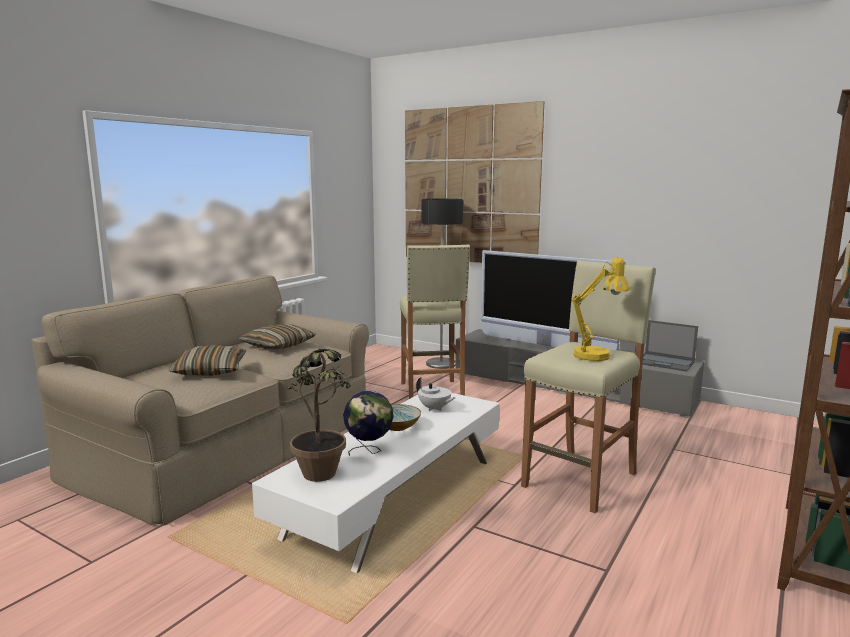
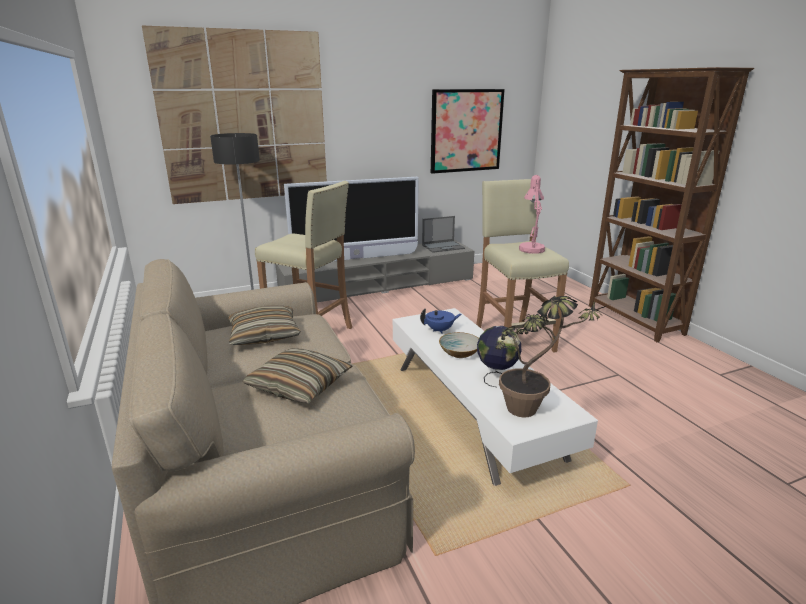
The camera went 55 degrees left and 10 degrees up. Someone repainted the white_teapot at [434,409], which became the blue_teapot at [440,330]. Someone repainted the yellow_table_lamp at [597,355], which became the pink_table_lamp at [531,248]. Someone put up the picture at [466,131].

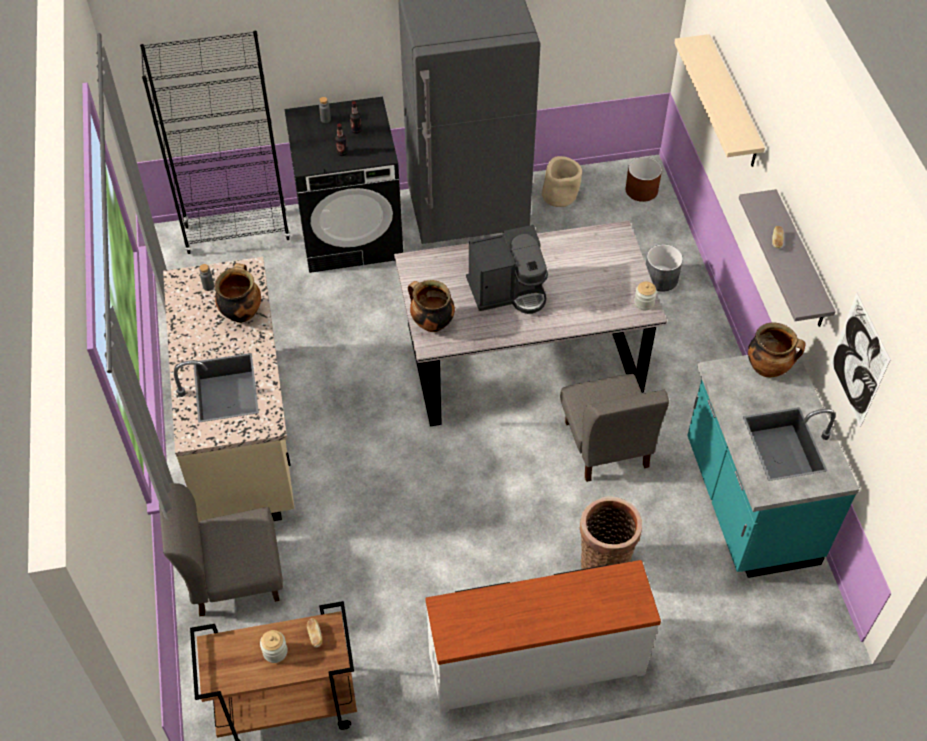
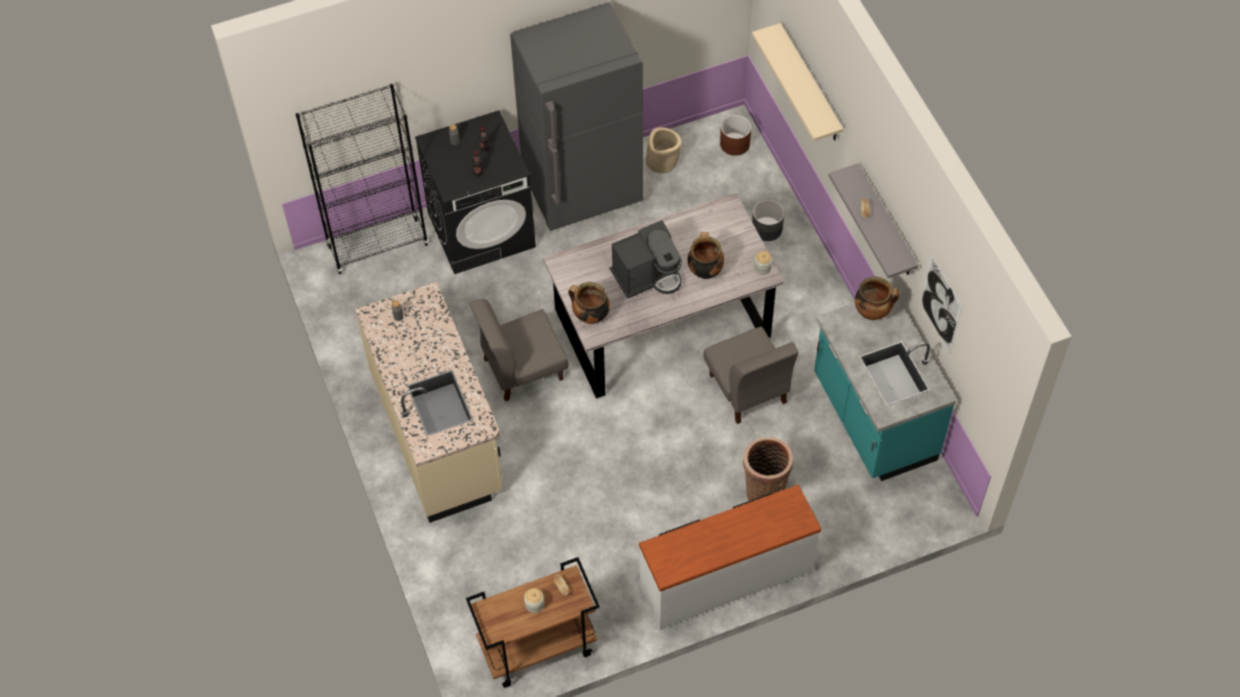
The camera went 10 degrees left and 5 degrees up. Someone carried the grey_chair from [233,577] to [522,368]. Someone carried the cooking_pot from [241,313] to [704,270].

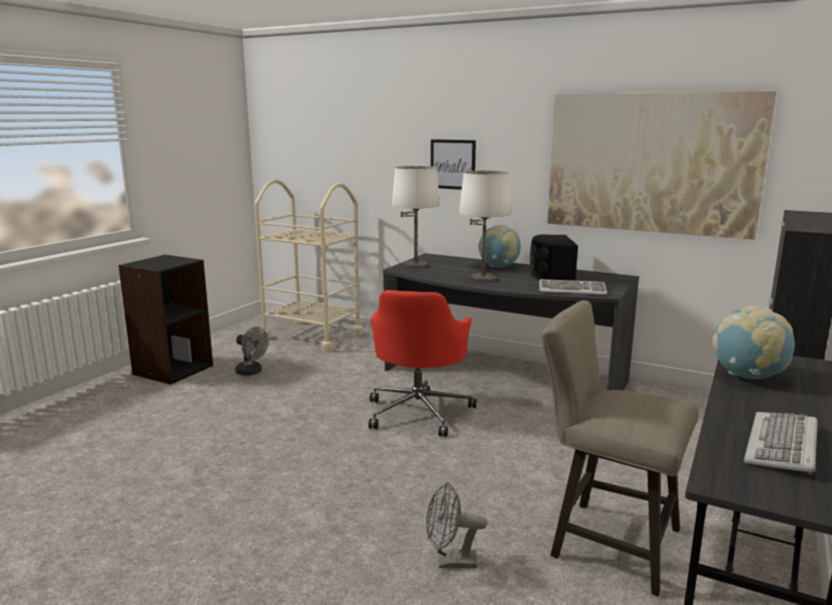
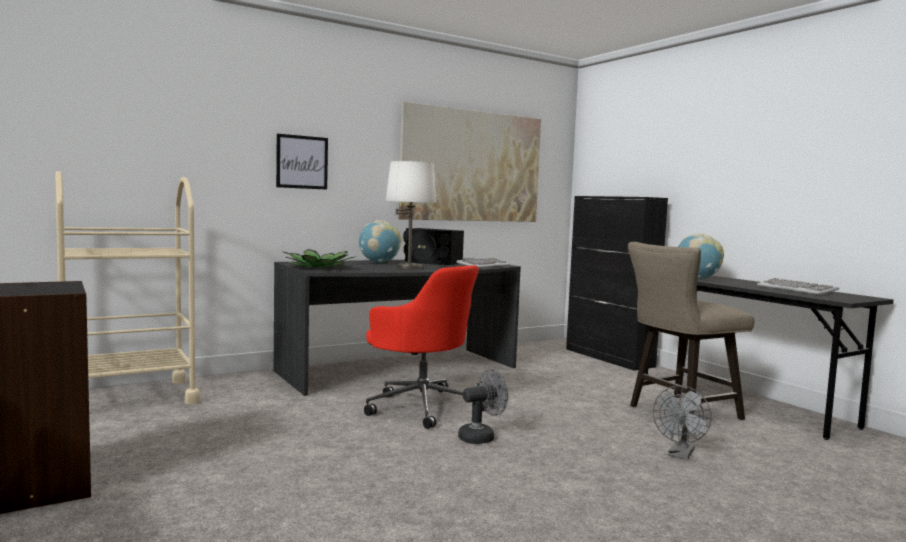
The camera went 60 degrees left and 10 degrees down. Someone carried the grey_fan from [252,372] to [481,437]. Someone swapped the white_table_lamp at [415,266] for the potted_plant at [318,267].

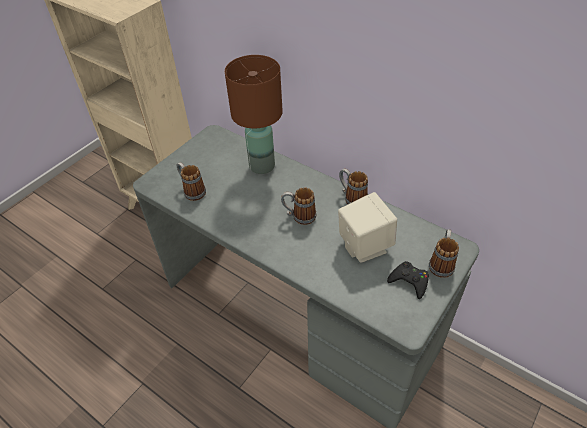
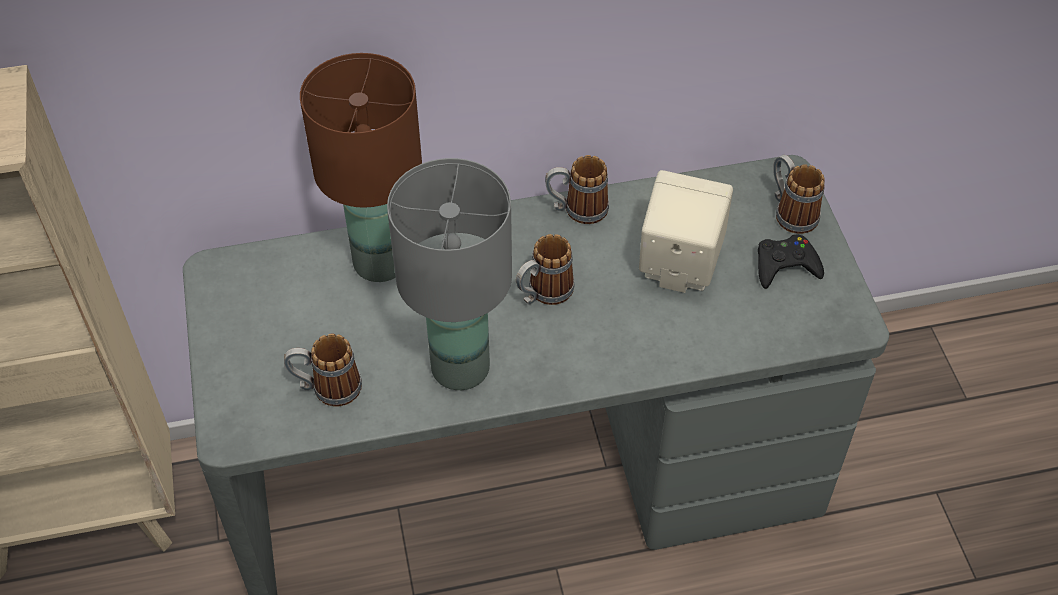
The camera went 50 degrees left and 5 degrees up. Someone put down the grey_table_lamp at [459,366].

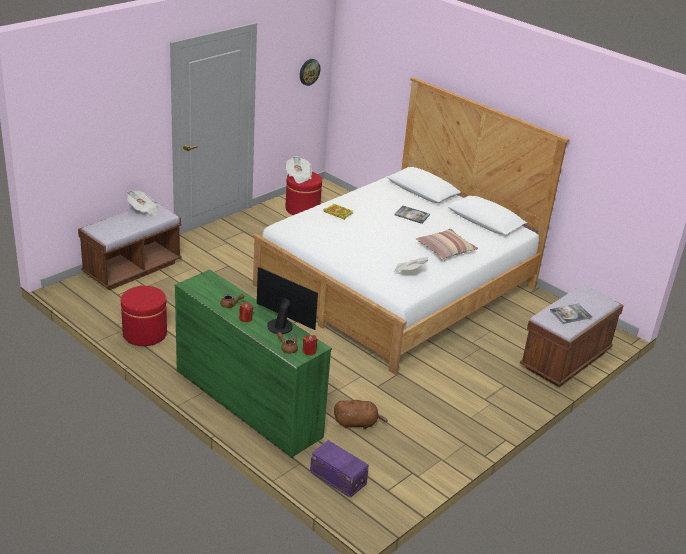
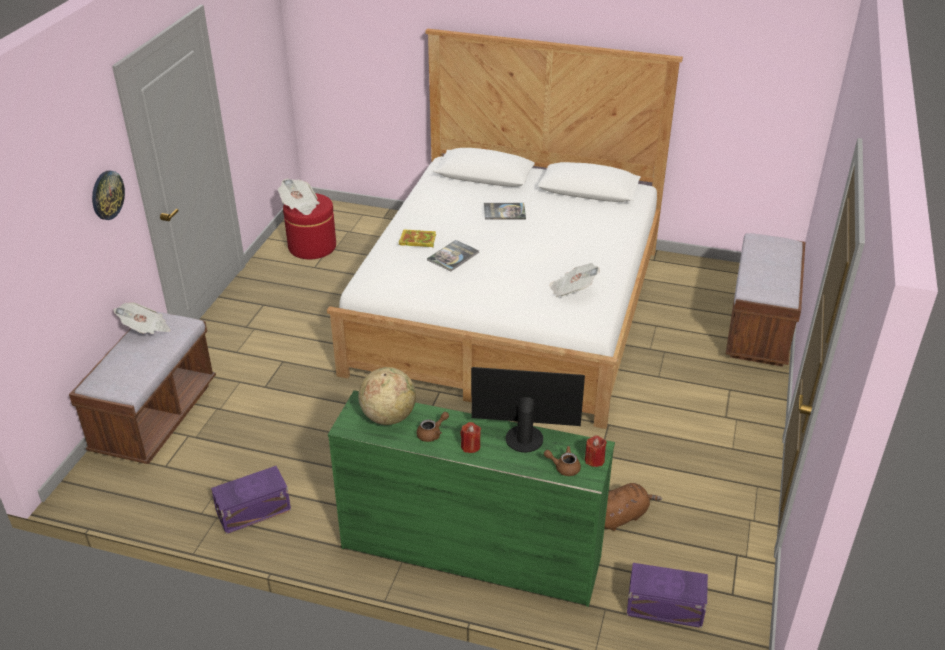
The camera went 25 degrees left and 5 degrees up. Someone swapped the red_ottoman at [145,334] for the purple_storage_box at [252,510]. Someone carried the wall_clock from [309,71] to [107,195]. Someone took away the pillow at [445,249]. Someone carried the book from [570,314] to [453,256]. Someone put down the globe at [388,417].

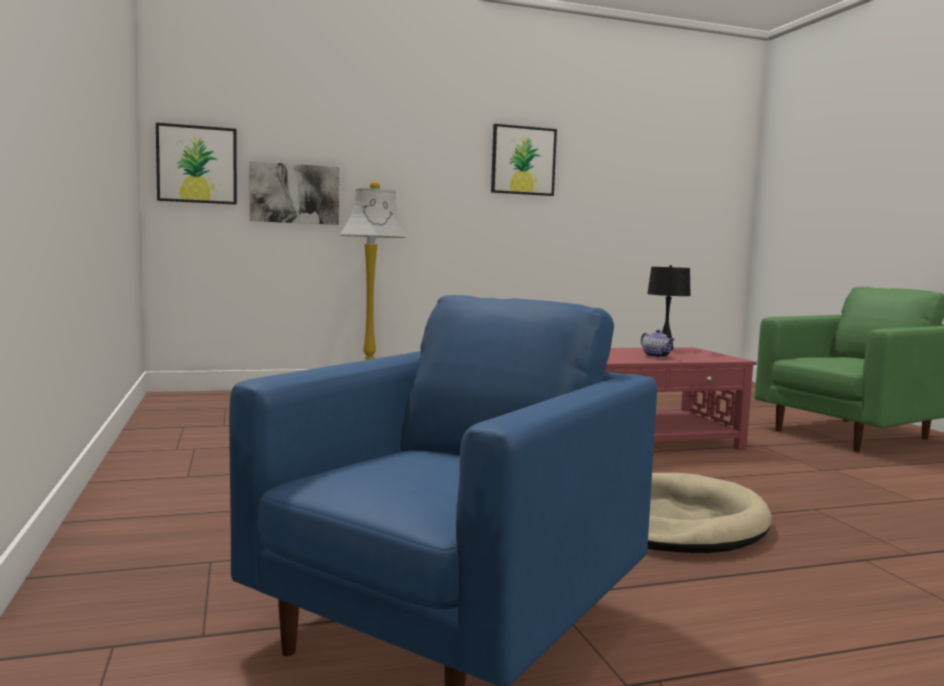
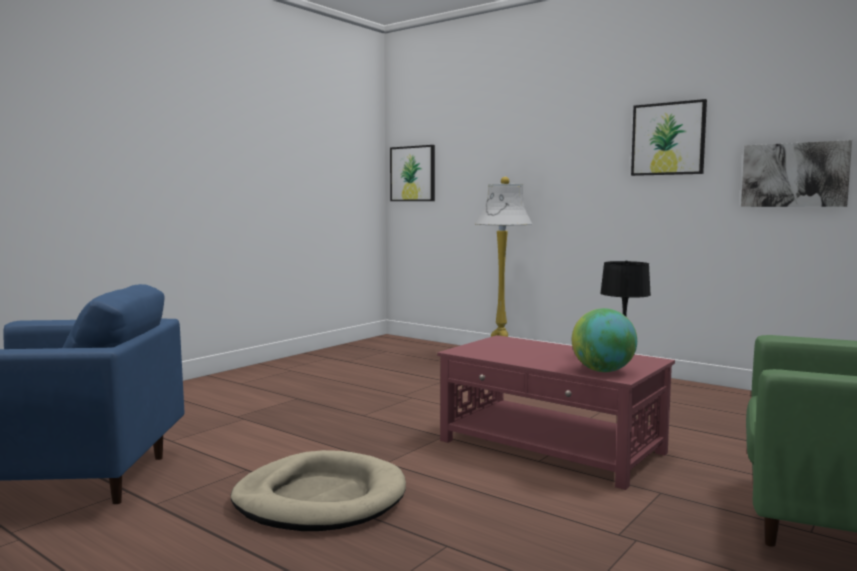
The camera went 55 degrees right and 0 degrees up. Someone carried the picture from [294,193] to [794,175]. Someone took away the teapot at [657,356]. Someone put down the globe at [602,371].

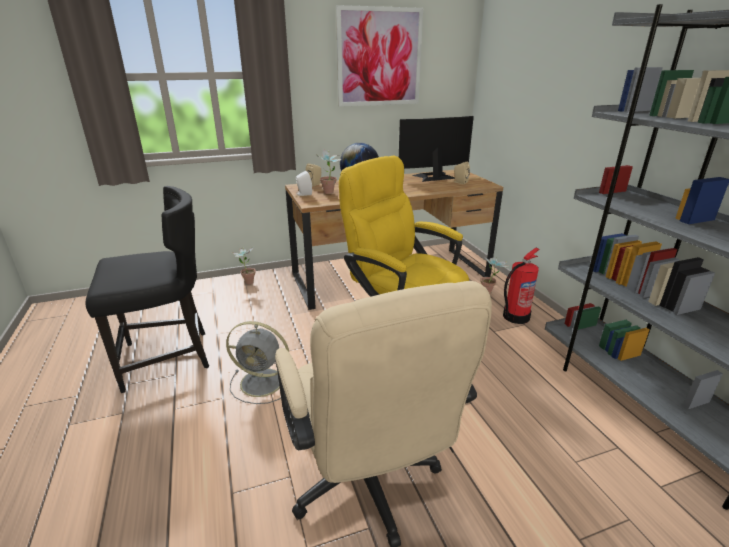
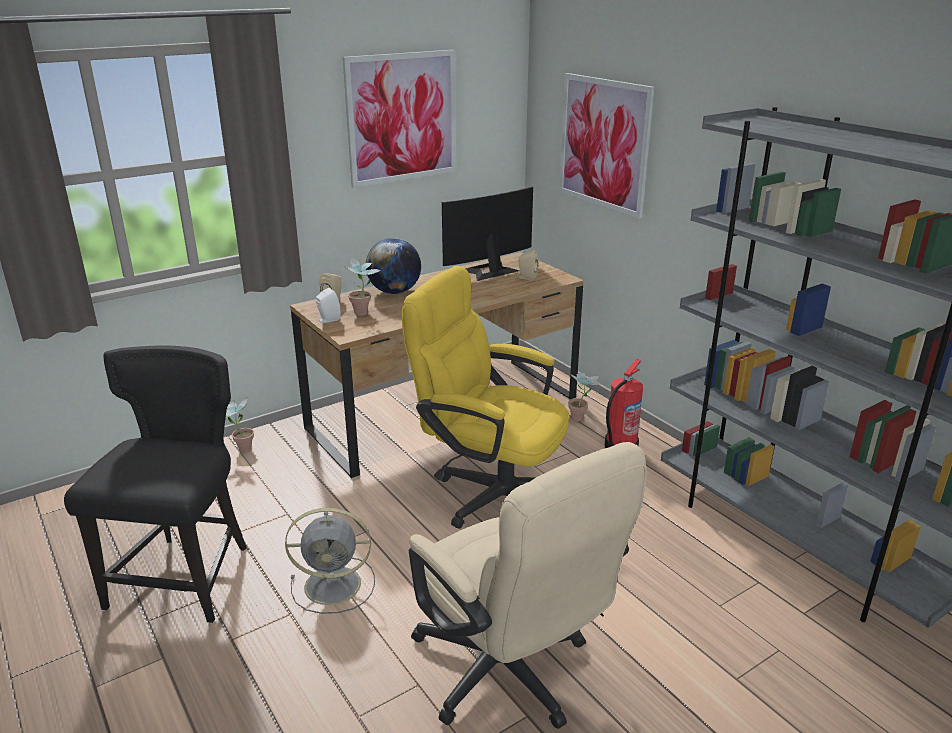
The camera went 15 degrees left and 0 degrees up. Someone rotated the black_chair at [168,358] by 45 degrees counterclockwise. Someone put up the picture at [603,143].

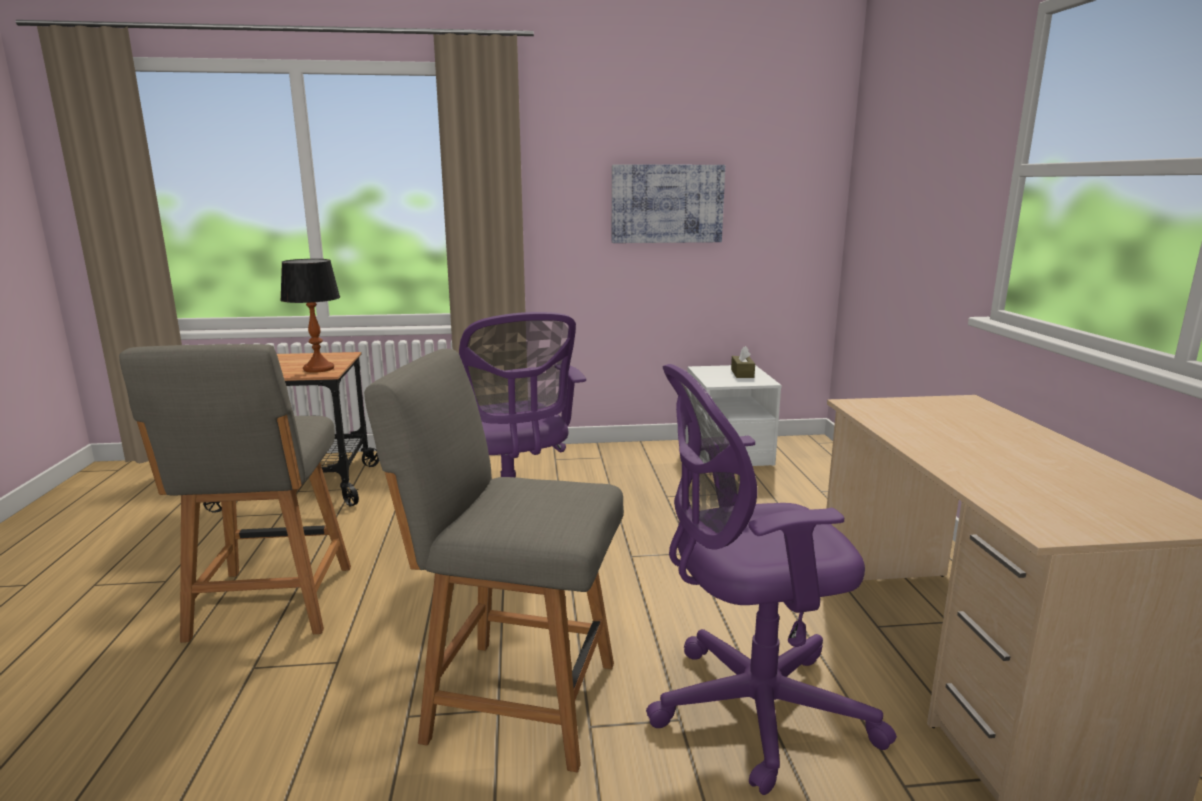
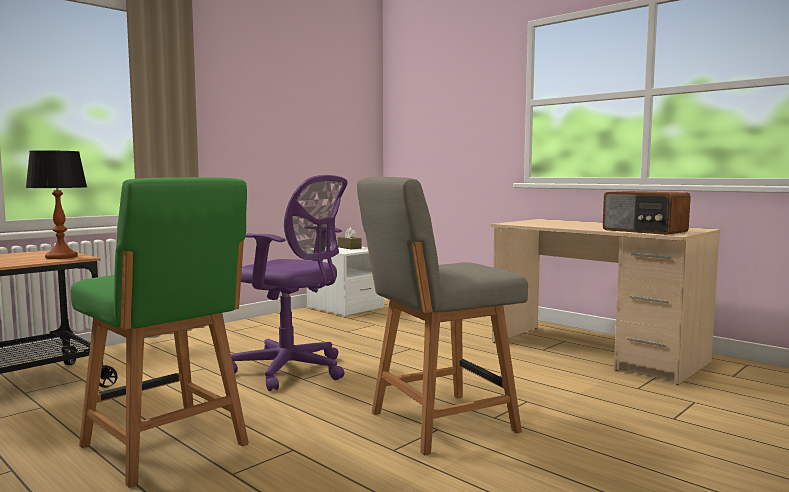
The camera went 40 degrees left and 10 degrees down. Someone repainted the grey_chair at [270,605], which became the green_chair at [167,447]. Someone took away the picture at [667,204]. Someone took away the purple_office_chair at [750,710]. Someone put down the radio at [644,231].

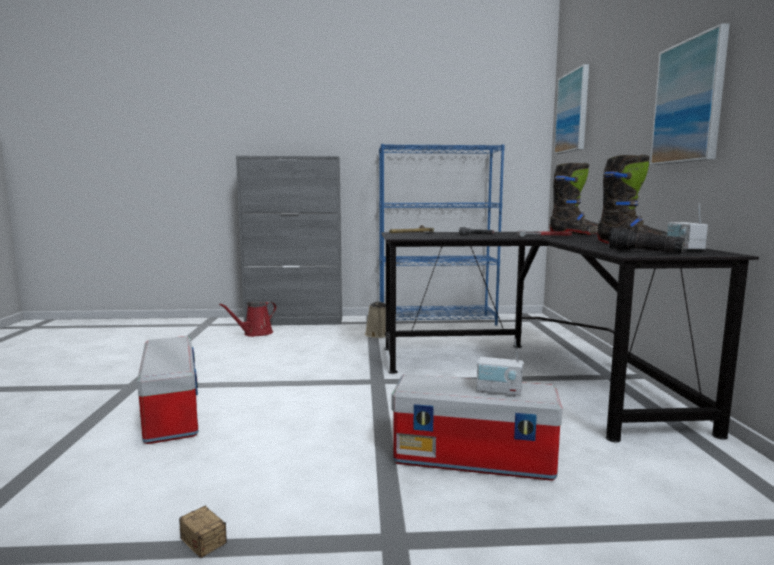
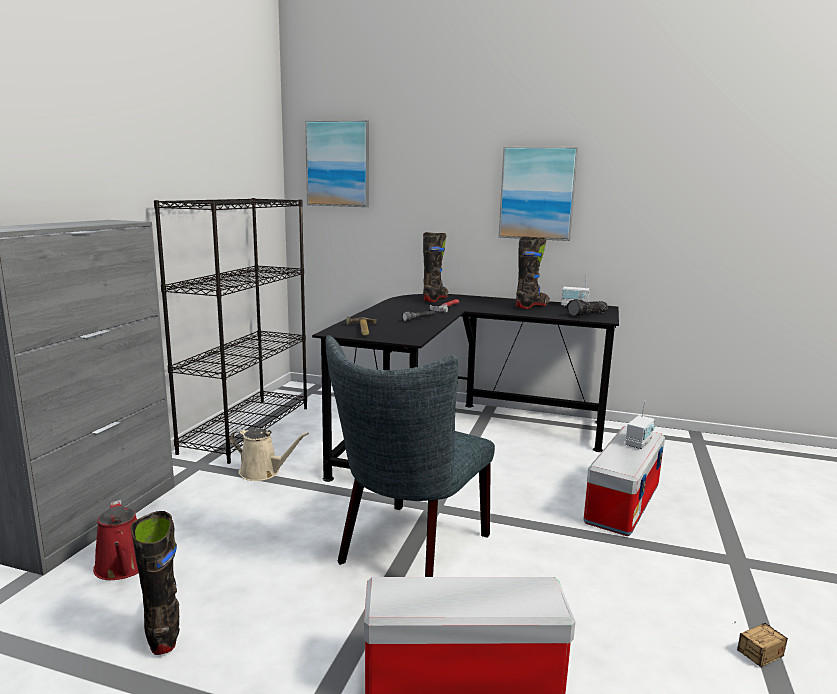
The camera went 70 degrees left and 5 degrees up. Someone repainted the blue_bookcase at [437,320], which became the black_bookcase at [247,428]. Someone put down the black_boot at [163,627]. Someone put down the grey_chair at [409,552].

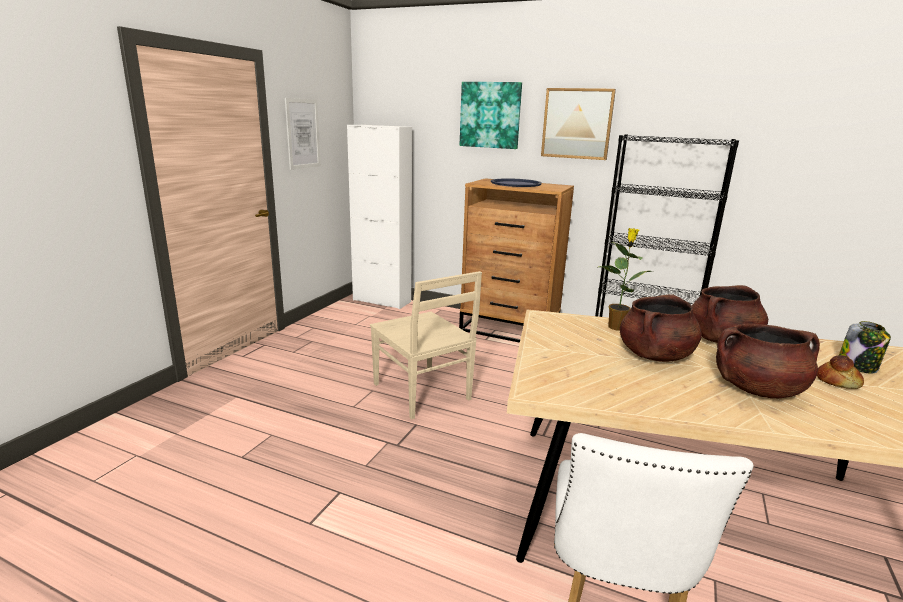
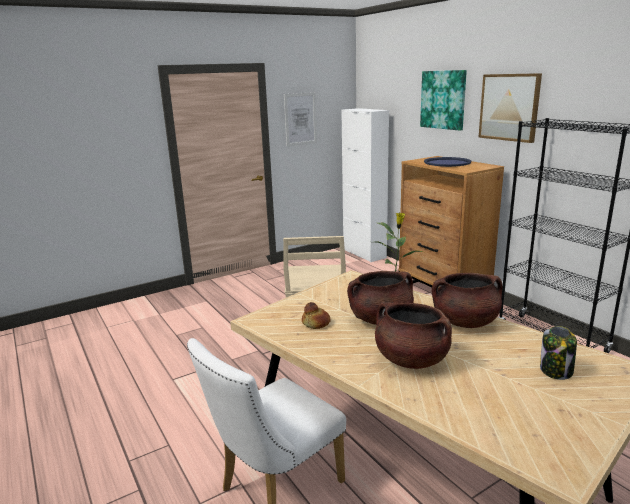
The camera went 35 degrees right and 0 degrees up. Someone carried the bread from [837,381] to [316,323].

